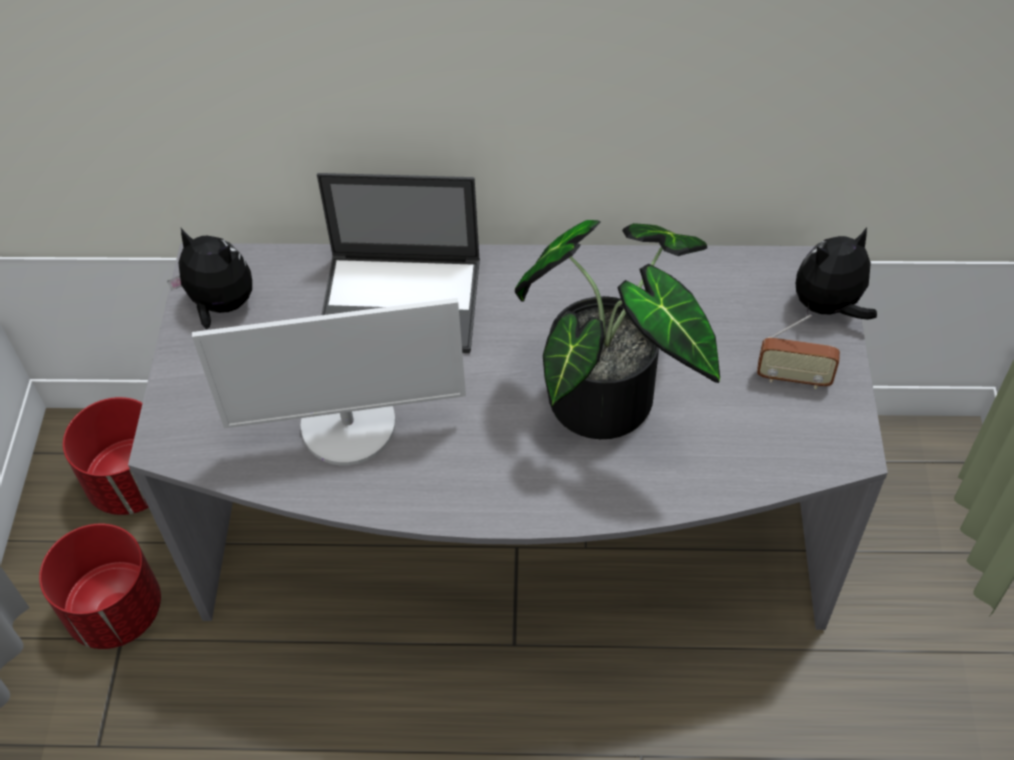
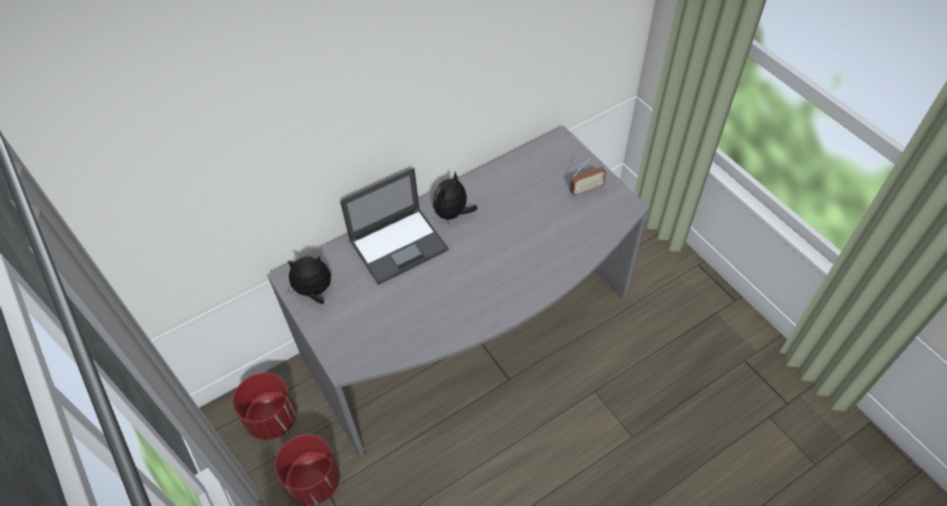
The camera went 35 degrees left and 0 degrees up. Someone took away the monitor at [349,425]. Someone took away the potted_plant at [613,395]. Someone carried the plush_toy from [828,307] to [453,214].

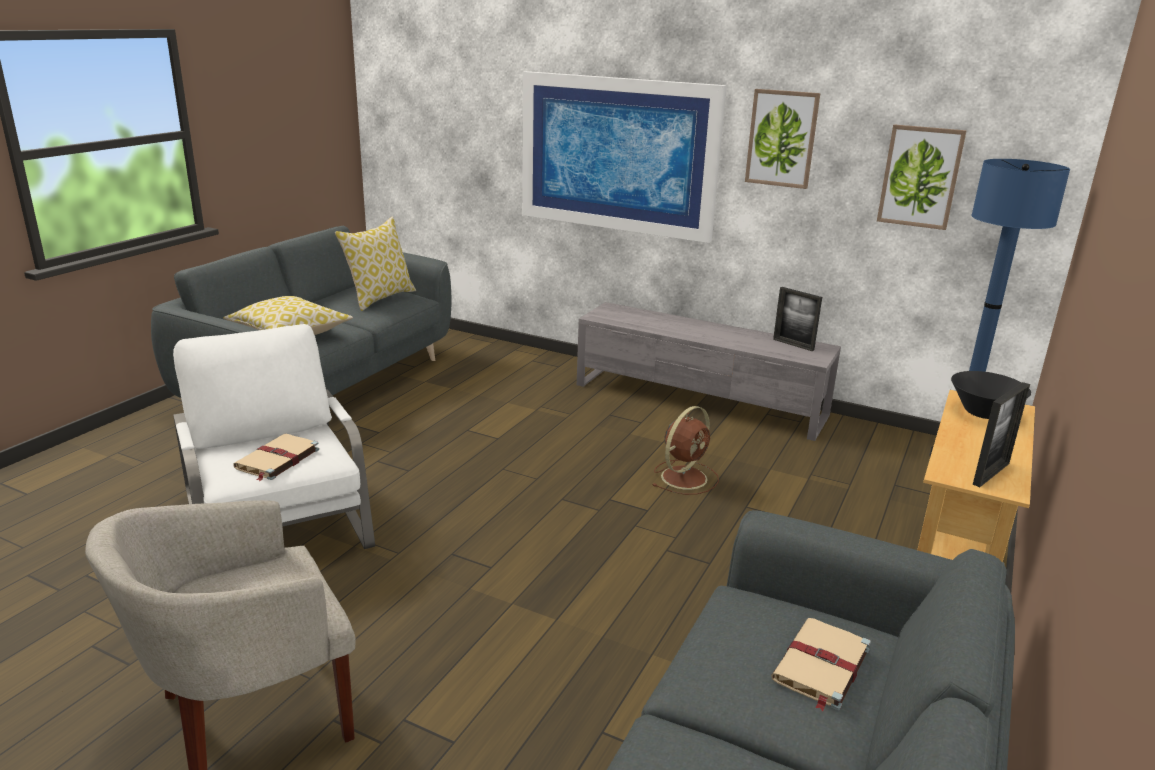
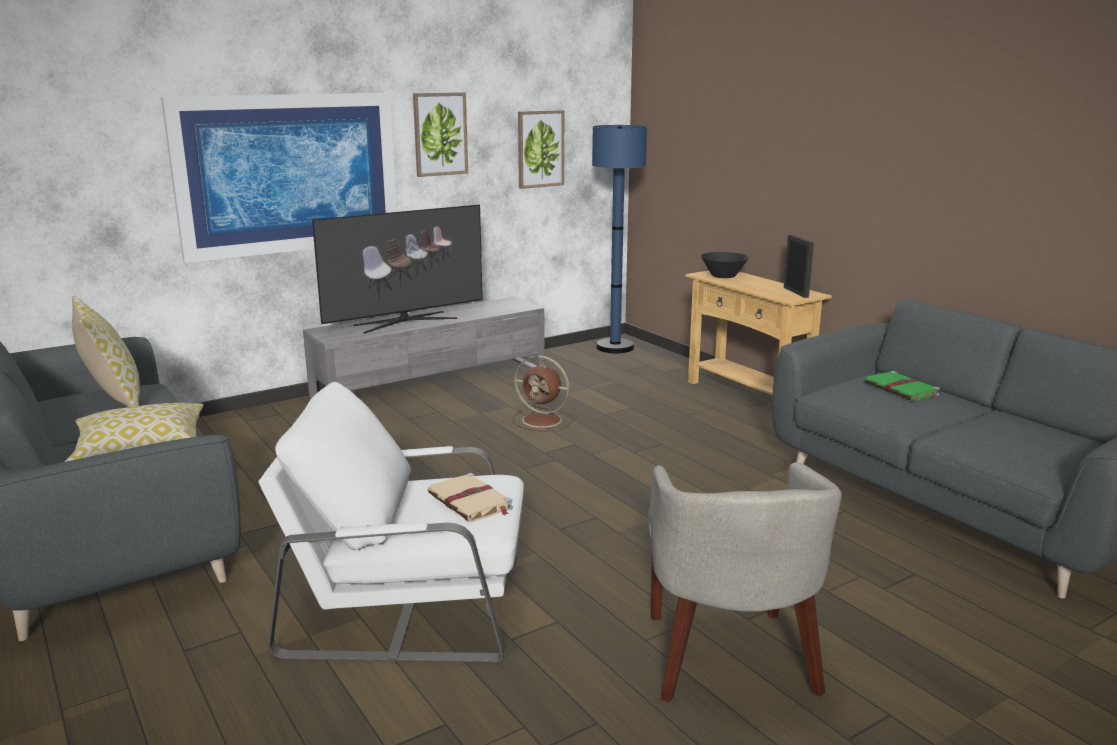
The camera went 60 degrees left and 5 degrees down. Someone rotated the brown_fan at [685,477] by 135 degrees clockwise. Someone repainted the beige_book at [820,666], which became the green_book at [902,389]. Someone took away the picture_frame at [793,344]. Someone put down the television at [404,322].

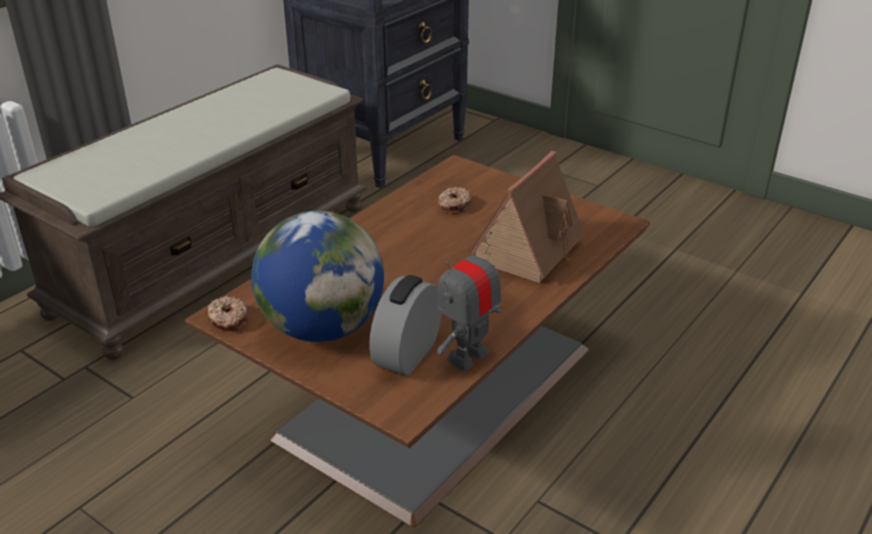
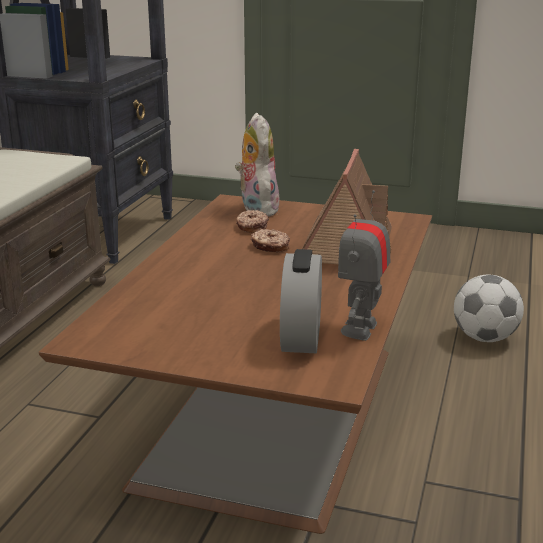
The camera went 20 degrees left and 10 degrees down. Someone carried the donut from [228,320] to [270,247]. Someone took away the globe at [322,328]. Someone put down the plush_toy at [256,209]. Someone put down the football at [484,338].

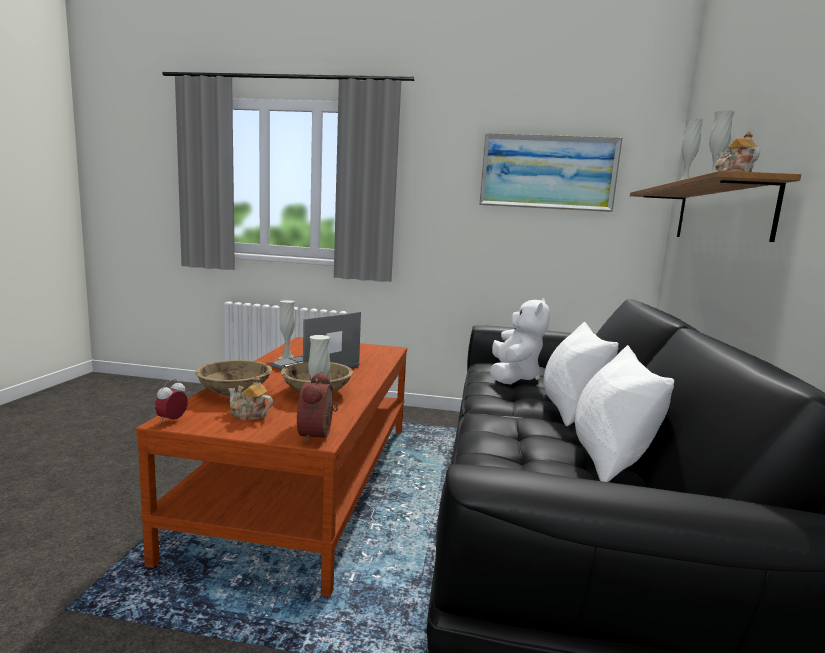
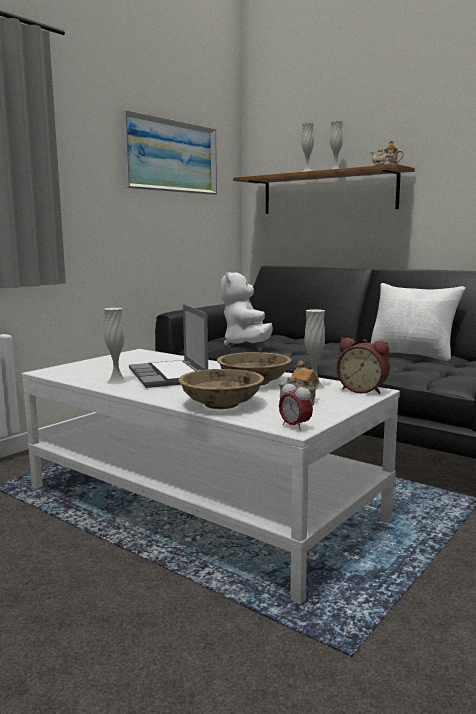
The camera went 60 degrees left and 0 degrees up. Someone repainted the brown_coffee_table at [306,482], which became the white_coffee_table at [201,503]. Someone rotated the white_plush_toy at [513,377] by 135 degrees counterclockwise. Someone took away the white_pillow at [570,409].

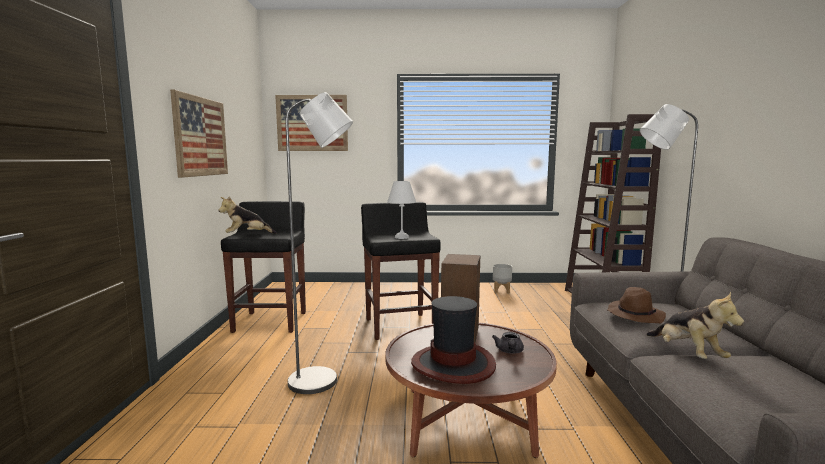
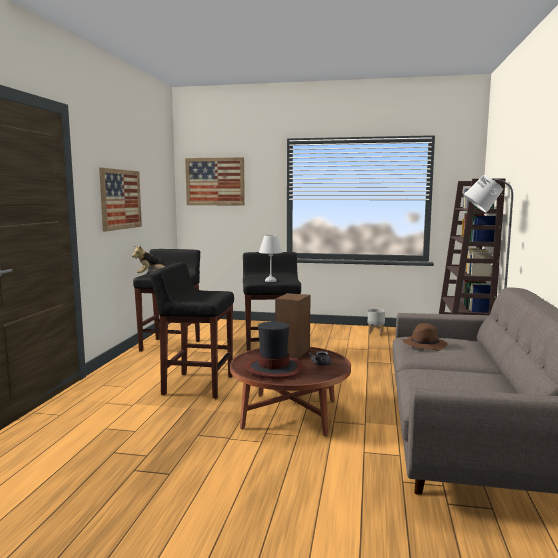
The camera went 10 degrees right and 0 degrees up. Someone swapped the grey_floor_lamp at [322,381] for the black_stool at [197,385]. Someone took away the plush_toy at [687,354].

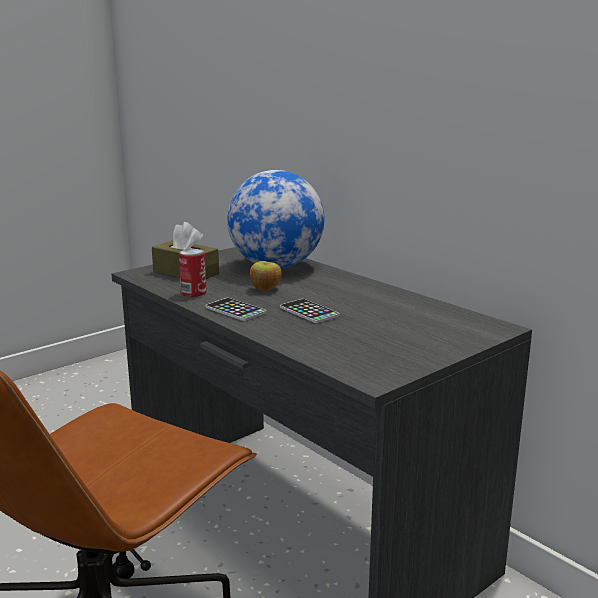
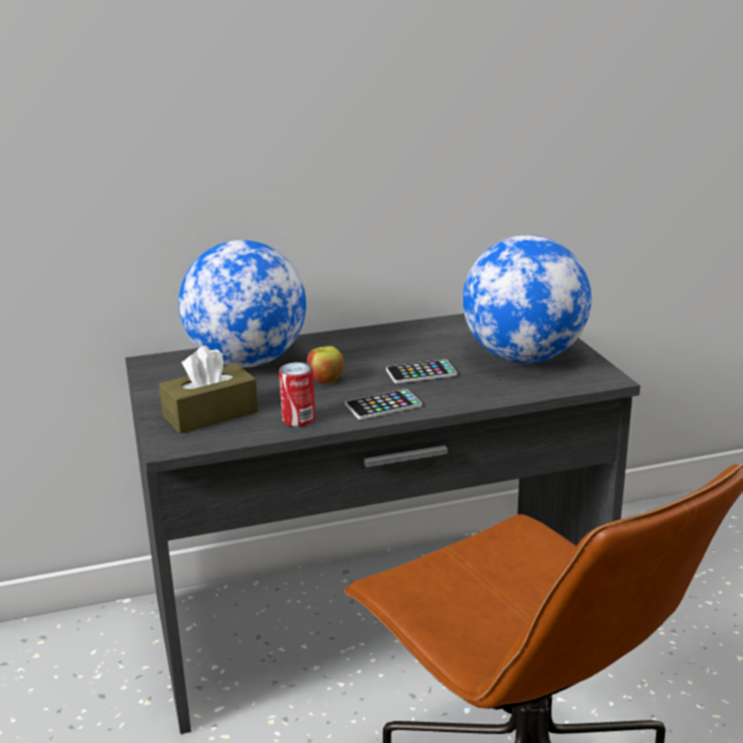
The camera went 65 degrees left and 5 degrees up. Someone put down the globe at [523,358].

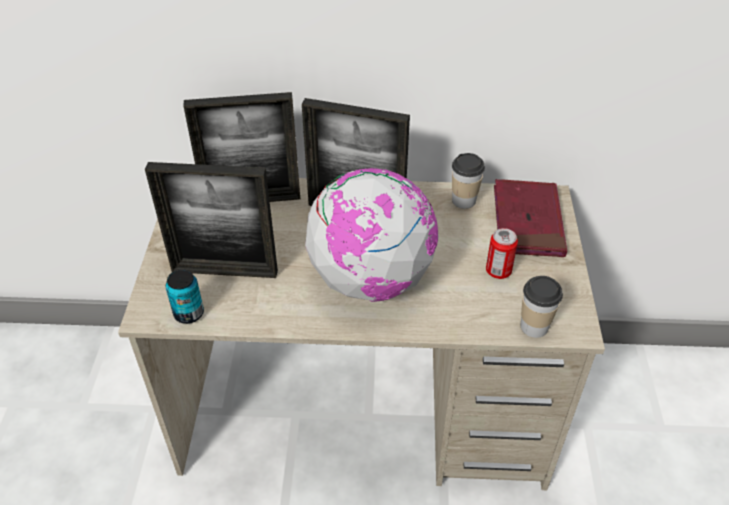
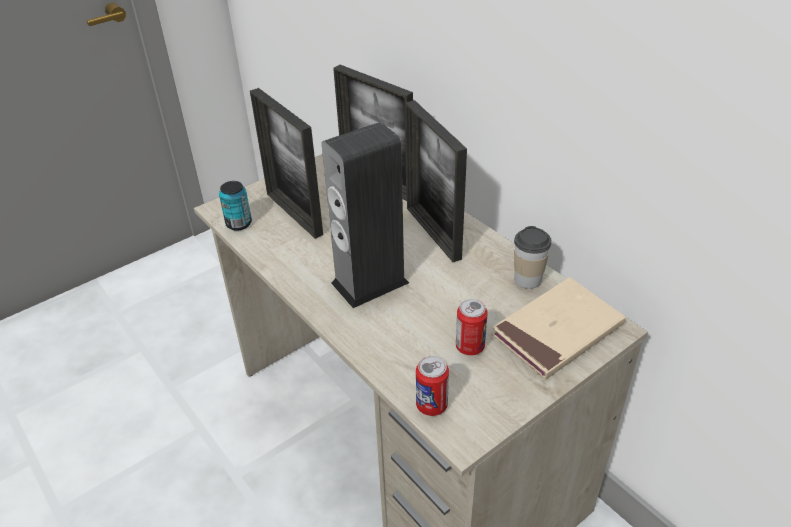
The camera went 50 degrees right and 5 degrees down. Someone swapped the globe at [371,279] for the speaker at [370,283]. Someone repainted the red_book at [527,222], which became the beige_book at [557,331]. Someone swapped the cup at [534,326] for the can at [431,405].

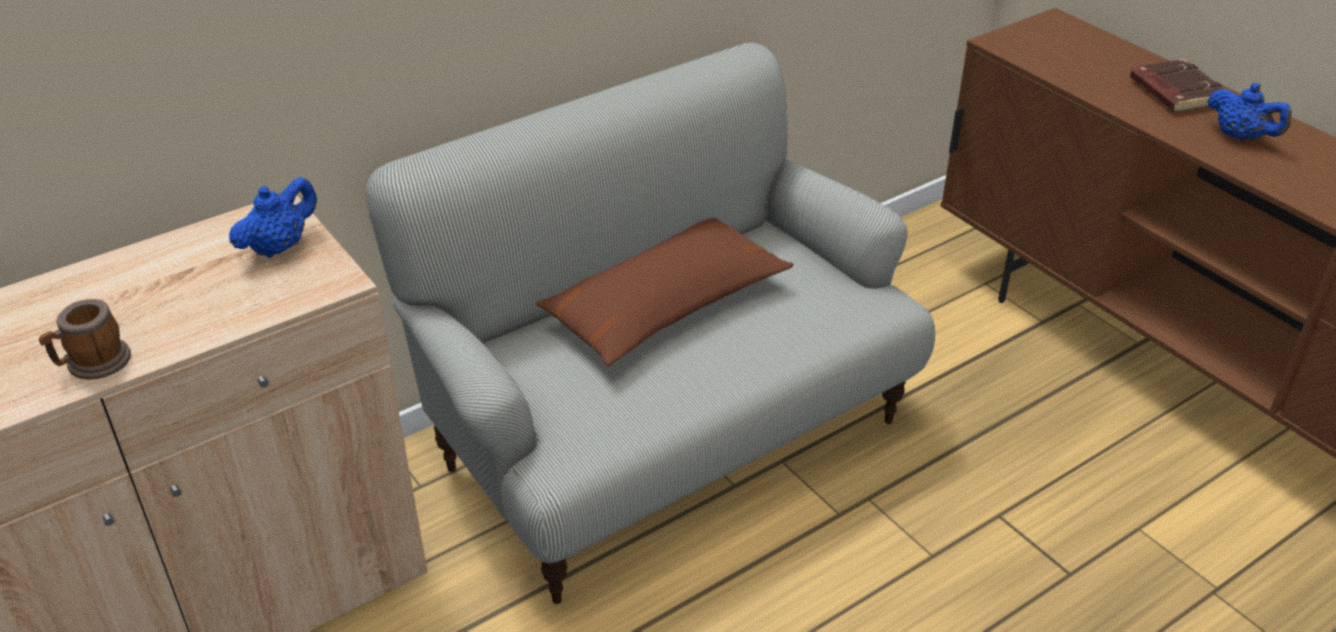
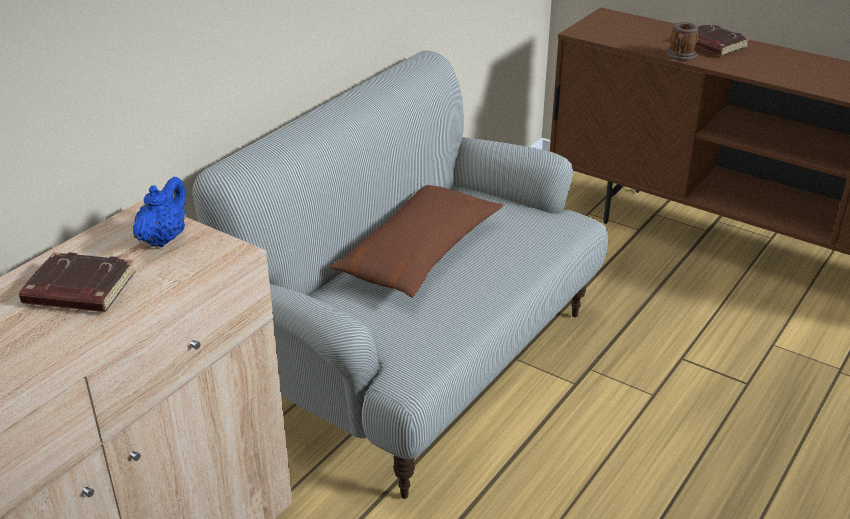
The camera went 20 degrees left and 5 degrees down. Someone carried the mug from [92,364] to [680,56]. Someone took away the blue_teapot at [1240,137]. Someone put down the brown_book at [78,290].

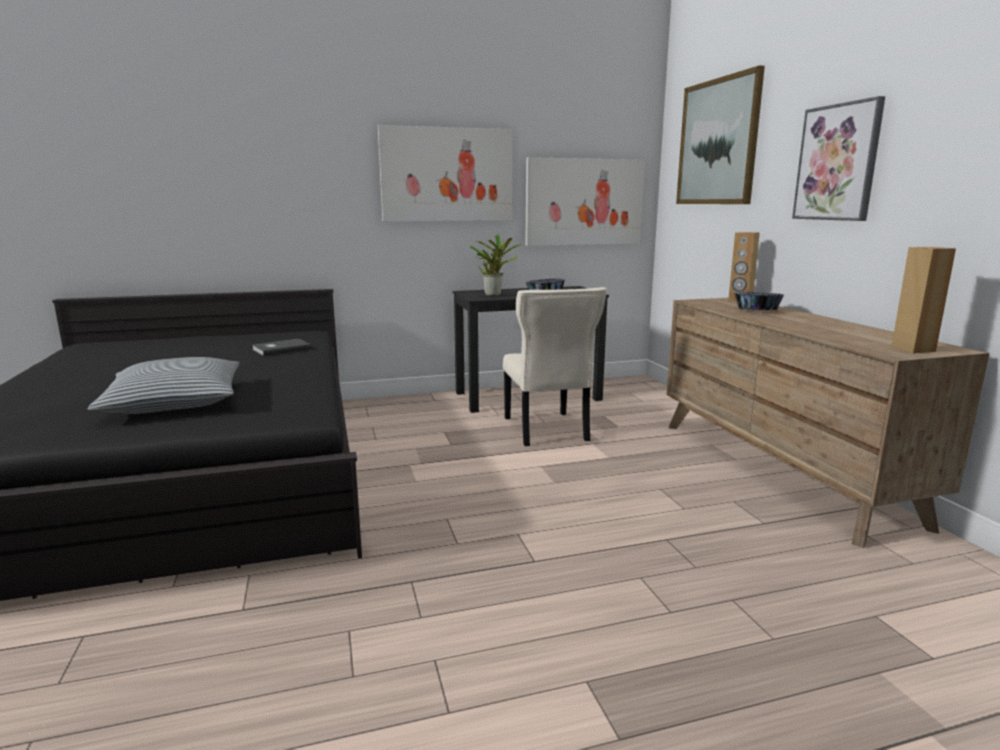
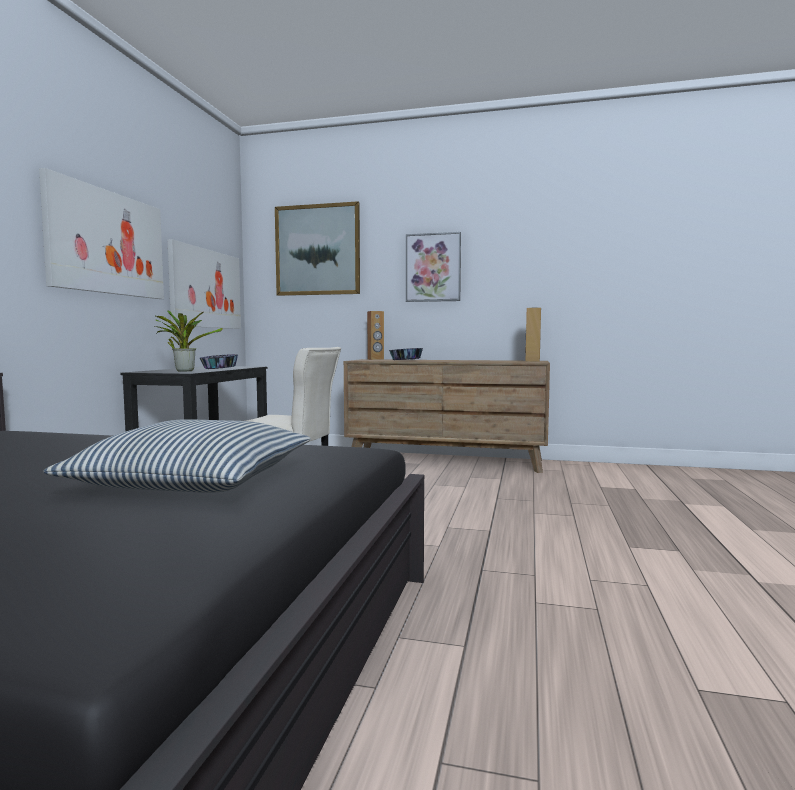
The camera went 60 degrees left and 10 degrees down. Someone took away the grey_book at [280,349].

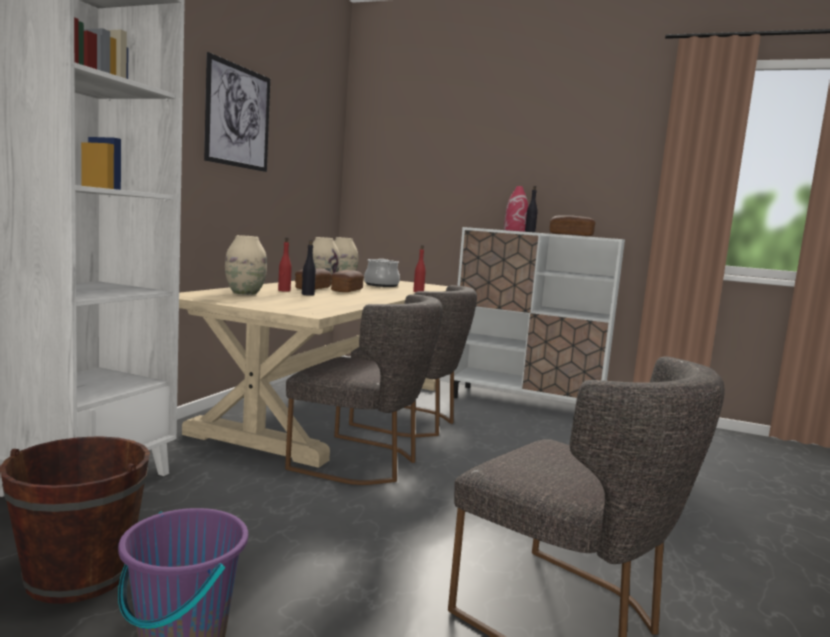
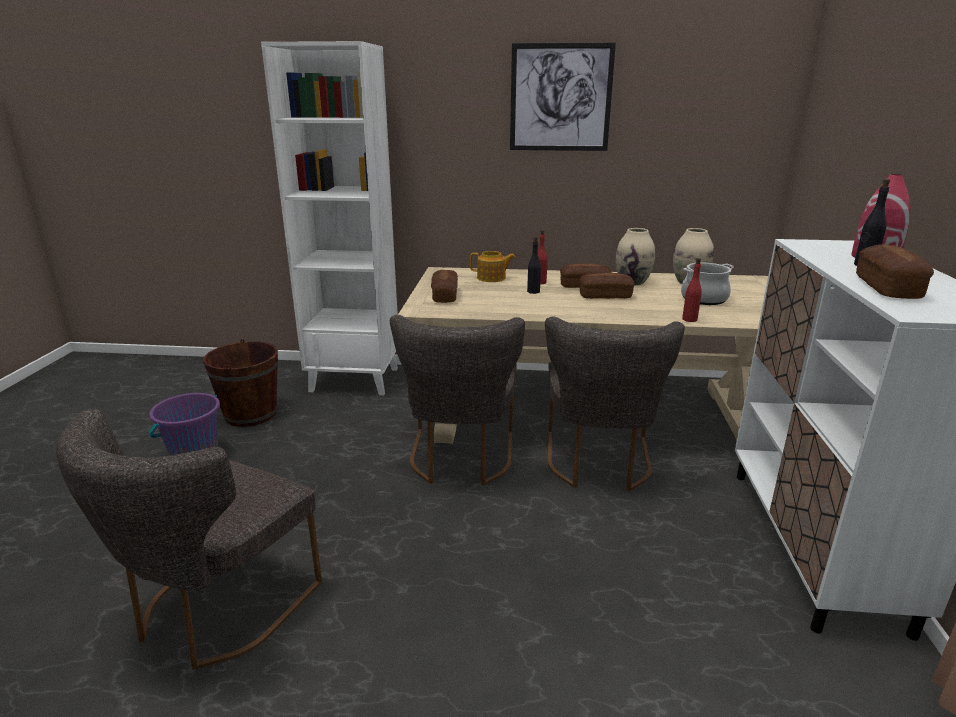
The camera went 75 degrees right and 15 degrees up. Someone swapped the beige_vase at [245,293] for the teapot at [492,278]. Someone put down the bread at [444,296].

